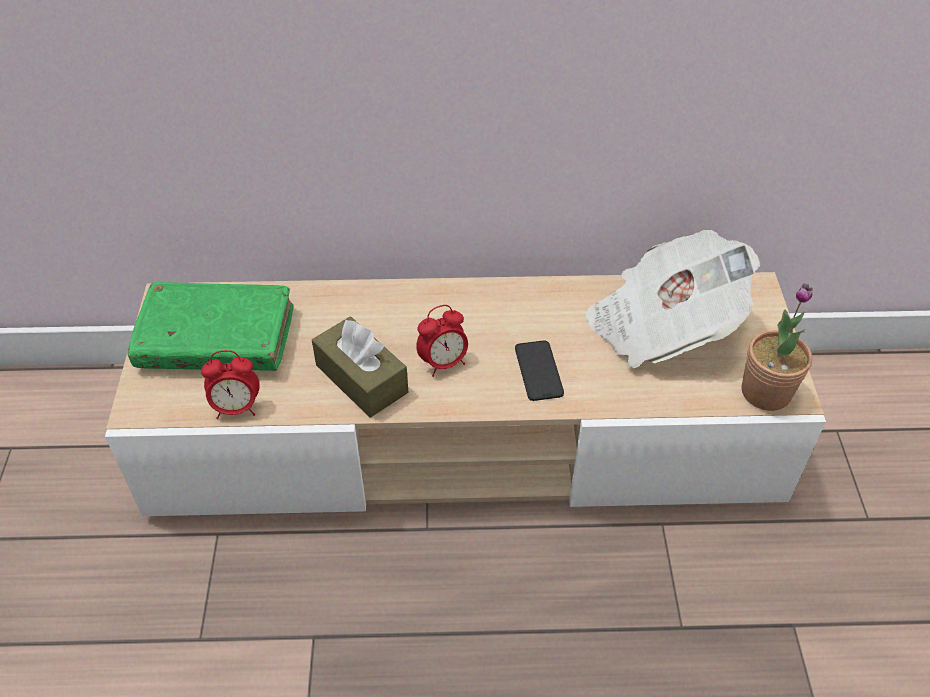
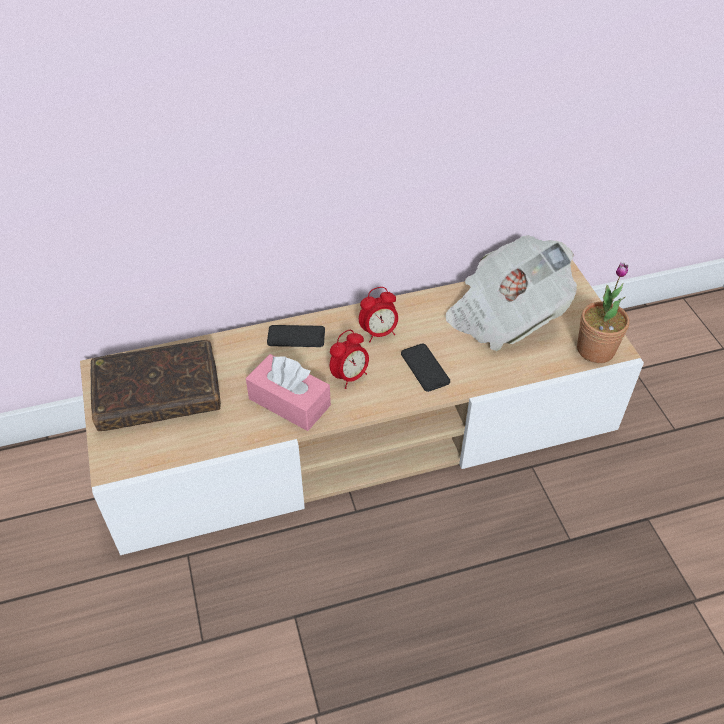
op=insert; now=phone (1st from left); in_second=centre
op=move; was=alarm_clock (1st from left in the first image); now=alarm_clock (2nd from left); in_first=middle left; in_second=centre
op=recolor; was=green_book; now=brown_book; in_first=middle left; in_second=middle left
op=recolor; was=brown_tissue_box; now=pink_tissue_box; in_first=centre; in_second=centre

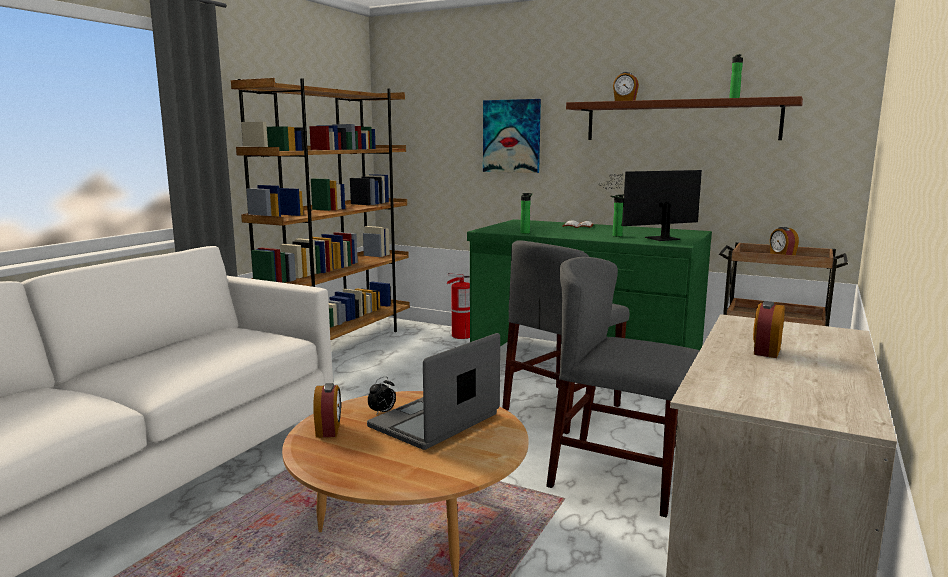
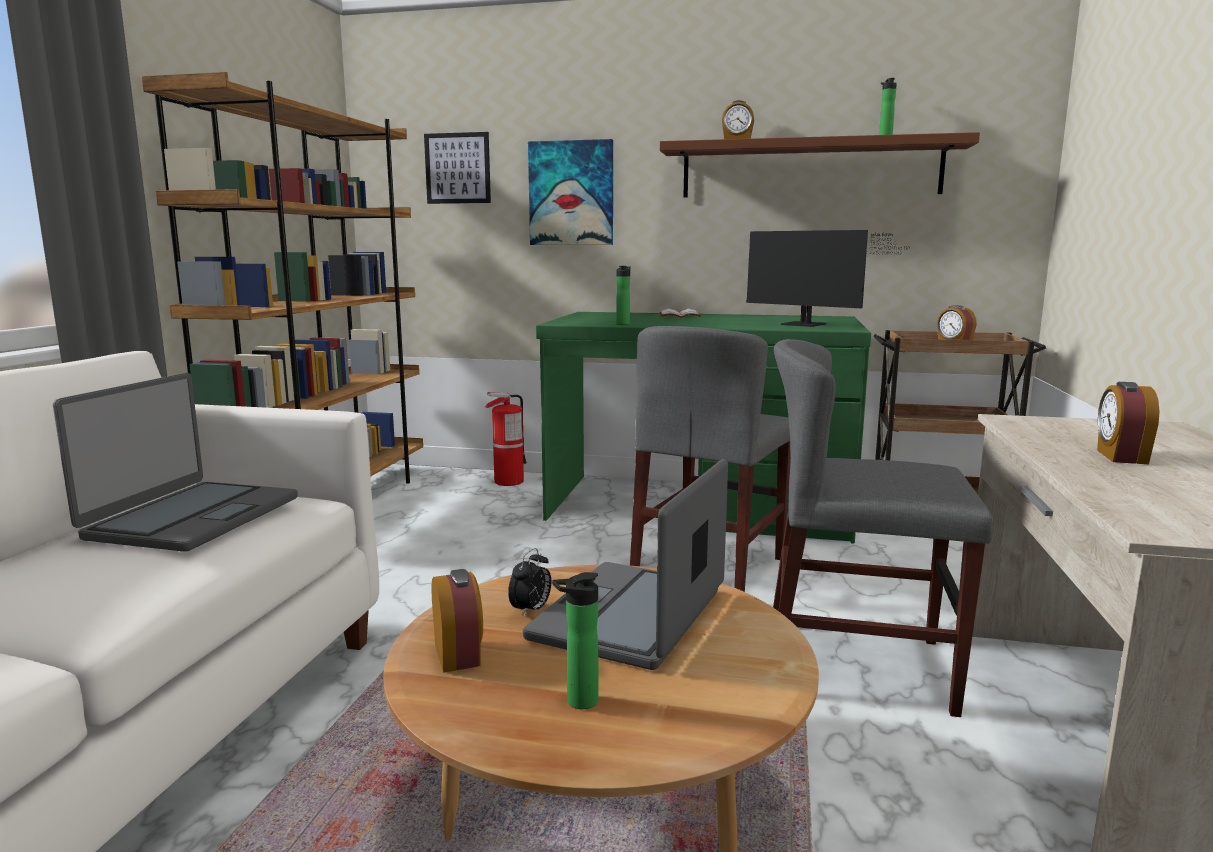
op=insert; now=laptop (1st from left); in_second=middle left
op=insert; now=picture (1st from left); in_second=top centre
op=move; was=bottle (2nd from left in the first image); now=bottle (1st from left); in_first=centre; in_second=bottom centre
op=rotate; was=monitor; in_first=middle right; in_second=top right; clockwise=-105

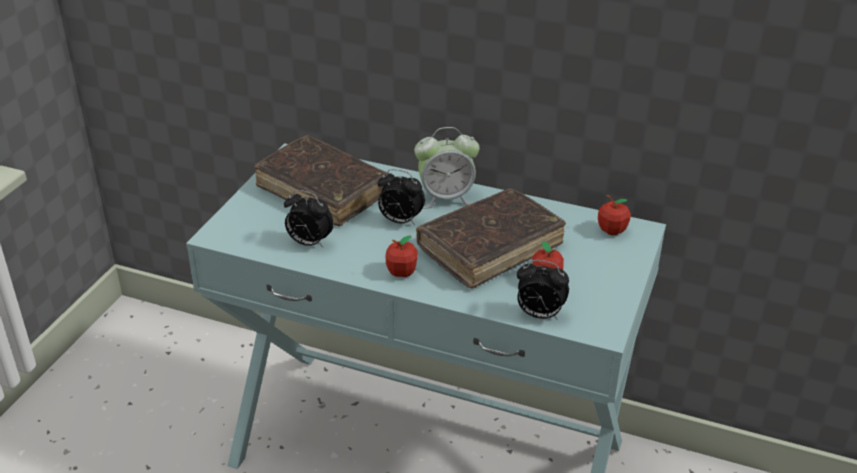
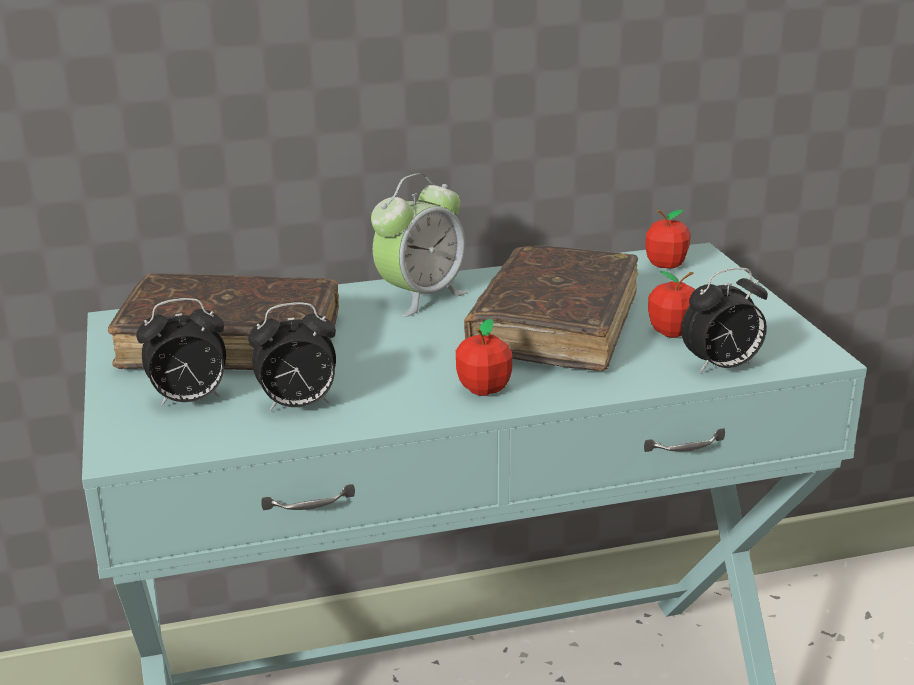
op=move; was=alarm_clock (2nd from left in the first image); now=alarm_clock (1st from left); in_first=centre; in_second=middle left

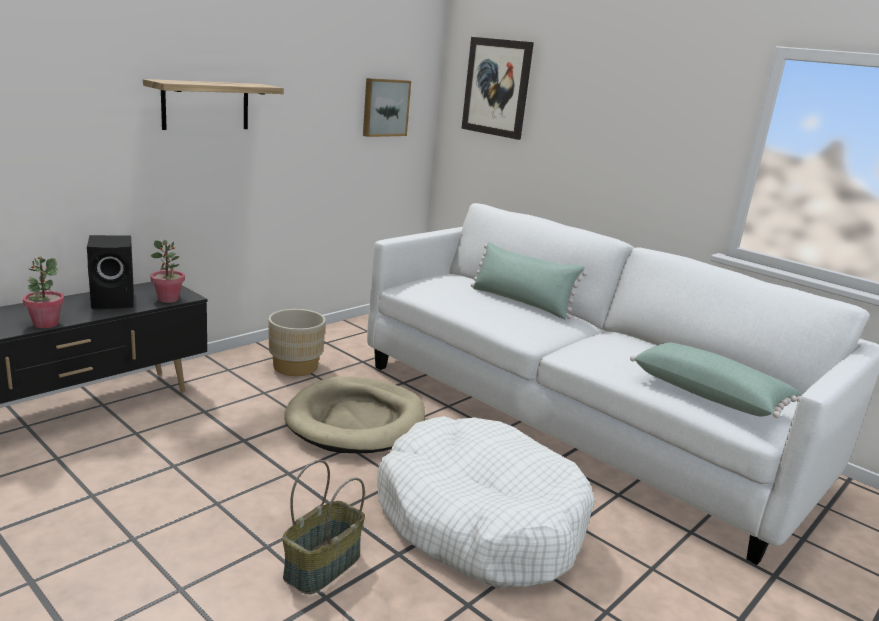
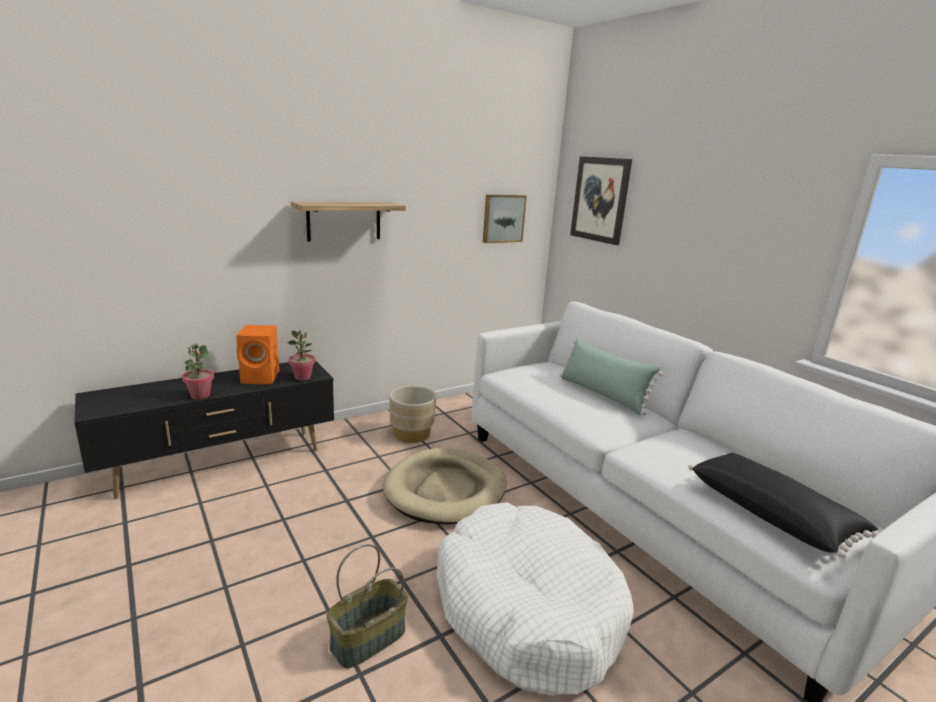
op=recolor; was=black_speaker; now=orange_speaker; in_first=middle left; in_second=middle left
op=recolor; was=green_pillow (2nd from left); now=black_pillow; in_first=middle right; in_second=bottom right

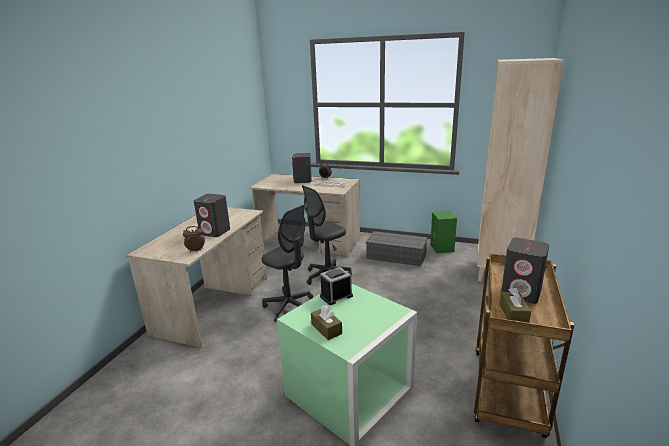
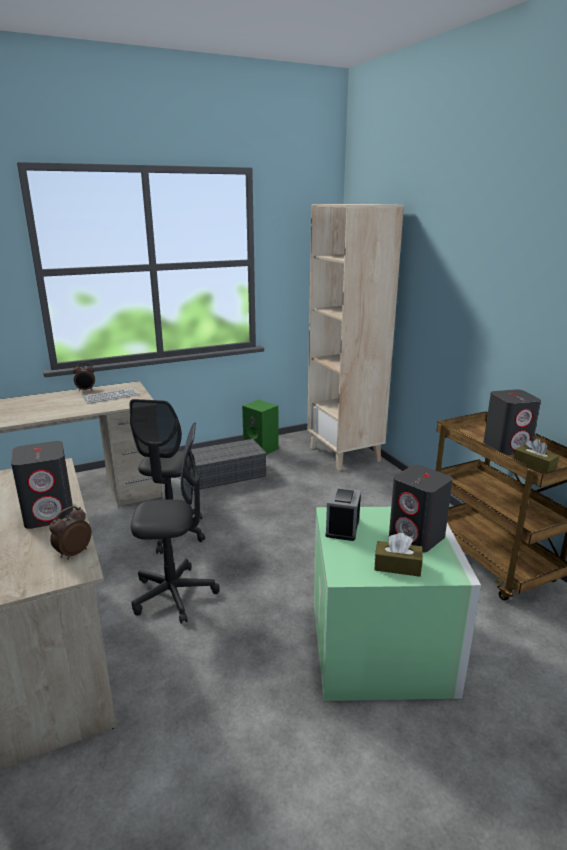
op=move; was=grey_speaker (2nd from left); in_first=centre; in_second=middle right

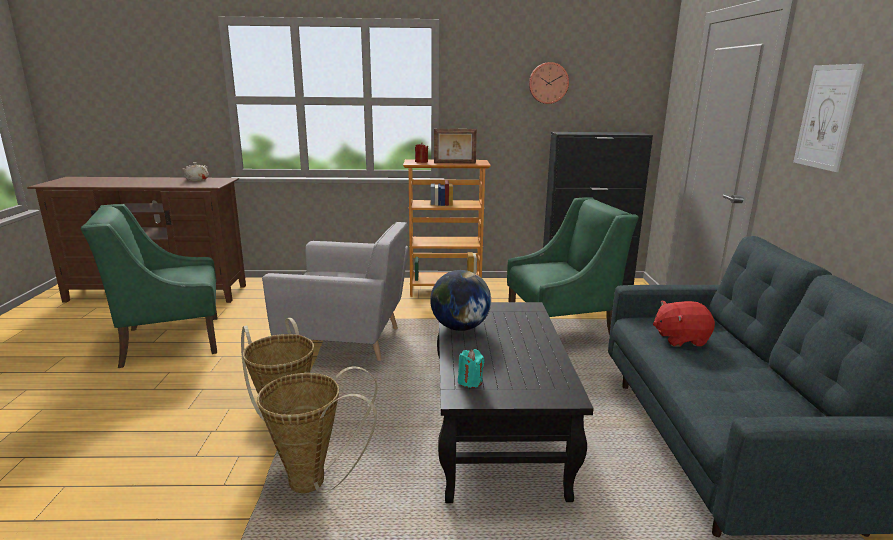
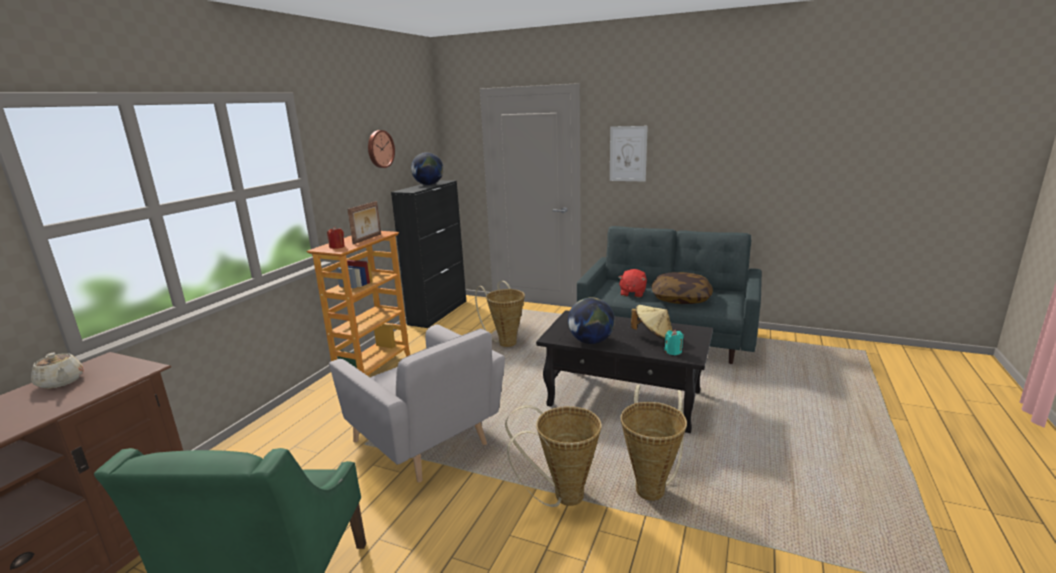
op=insert; now=globe (1st from left); in_second=top centre
op=insert; now=beige_hat; in_second=centre
op=insert; now=pillow; in_second=centre
op=replace; was=green_armchair (2nd from left); now=basket (1st from left); in_first=centre; in_second=centre
op=rotate; was=grey_armchair; in_first=centre; in_second=bottom centre; clockwise=105

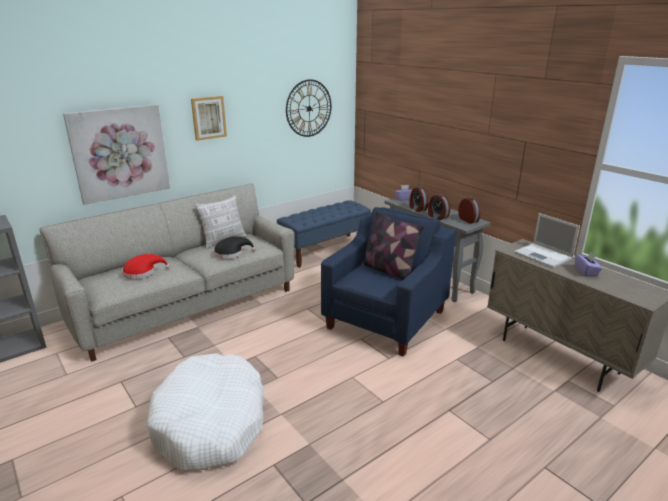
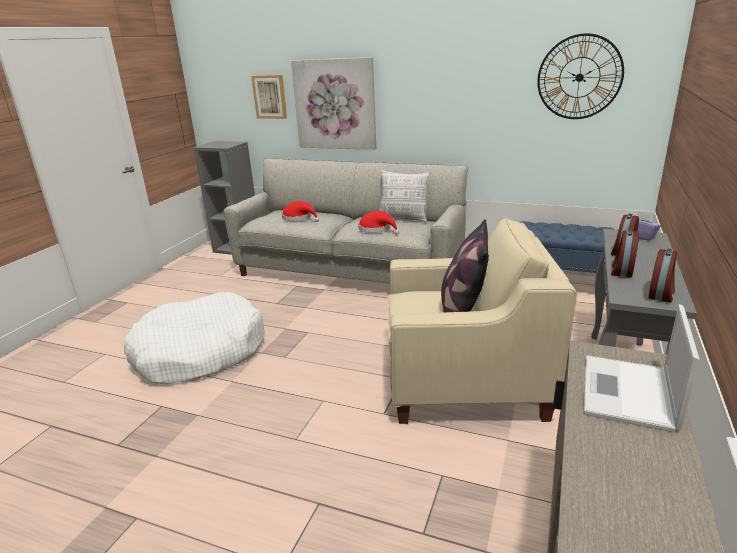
op=delete; was=purple_tissue_box (2nd from left); in_first=middle right
op=move; was=picture (2nd from left in the first image); now=picture (1st from left); in_first=top left; in_second=top centre
op=recolor; was=black_hat; now=red_hat (2nd from left); in_first=centre; in_second=centre
op=recolor; was=blue_armchair; now=beige_armchair; in_first=centre; in_second=centre

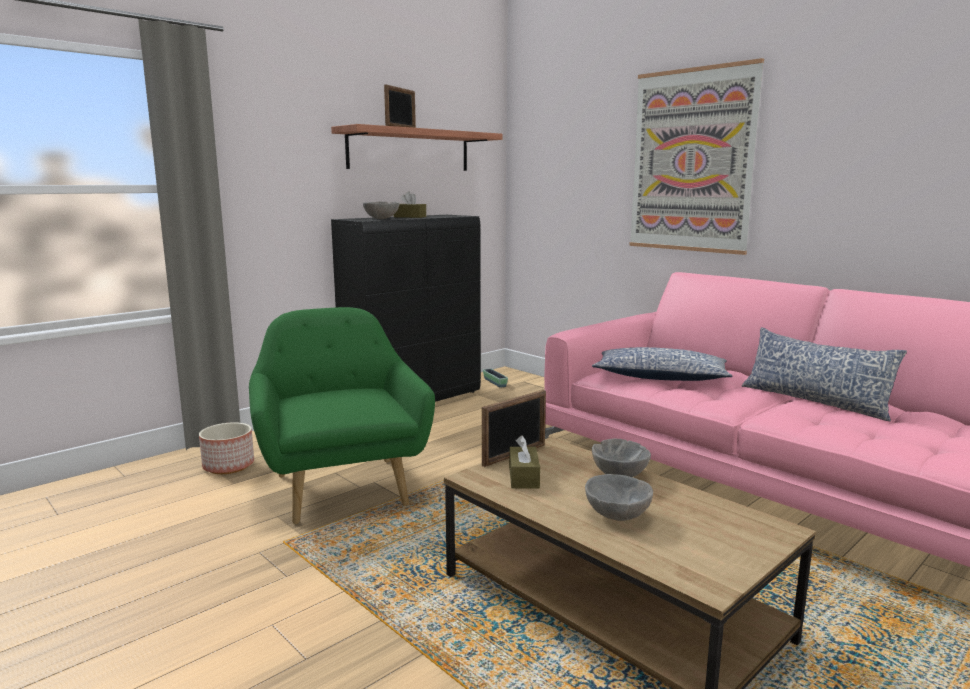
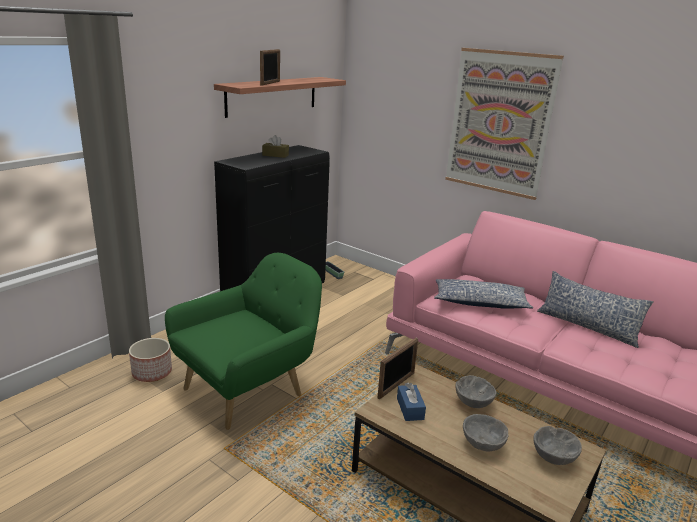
op=move; was=grey_bowl (1st from left in the first image); now=grey_bowl (3rd from left); in_first=top centre; in_second=bottom right
op=recolor; was=brown_tissue_box (2nd from left); now=blue_tissue_box; in_first=bottom centre; in_second=bottom centre
op=rotate; was=green_armchair; in_first=centre; in_second=centre; clockwise=75

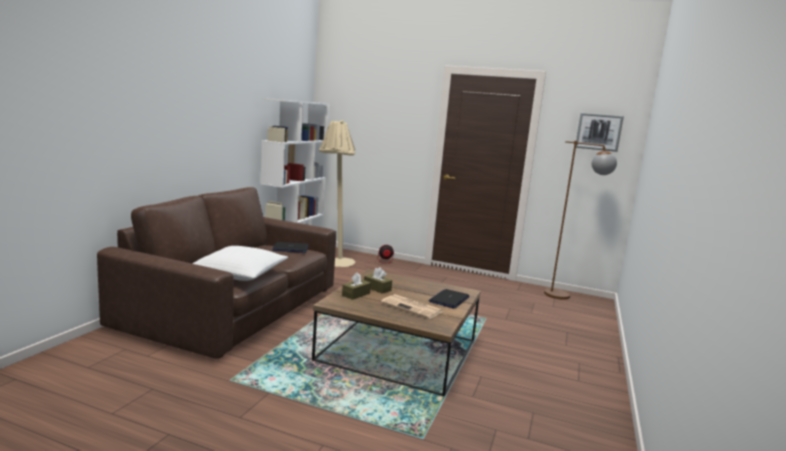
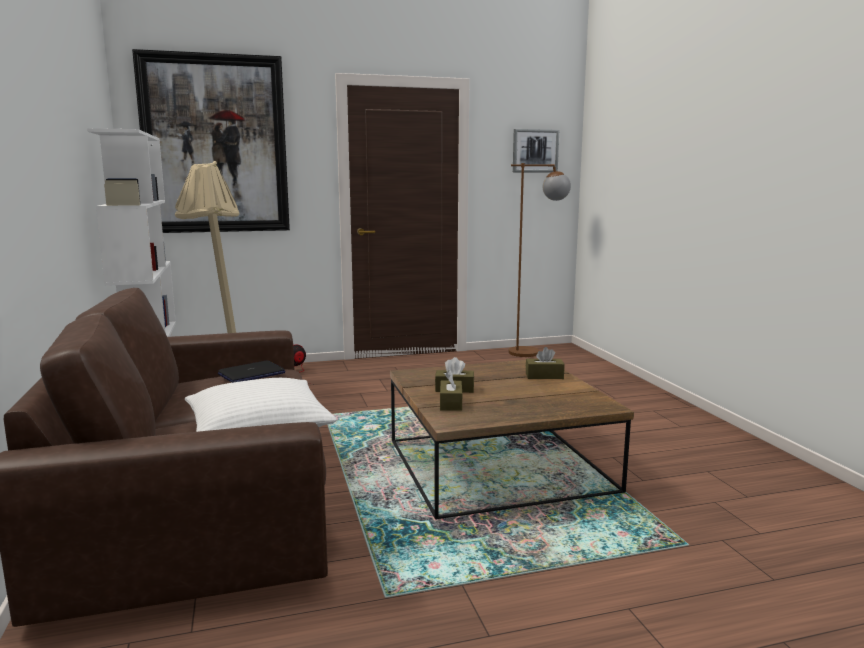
op=delete; was=newspaper; in_first=bottom centre
op=insert; now=picture (1st from left); in_second=top left
op=replace; was=laptop (2nd from left); now=brown_tissue_box (3rd from left); in_first=centre; in_second=centre

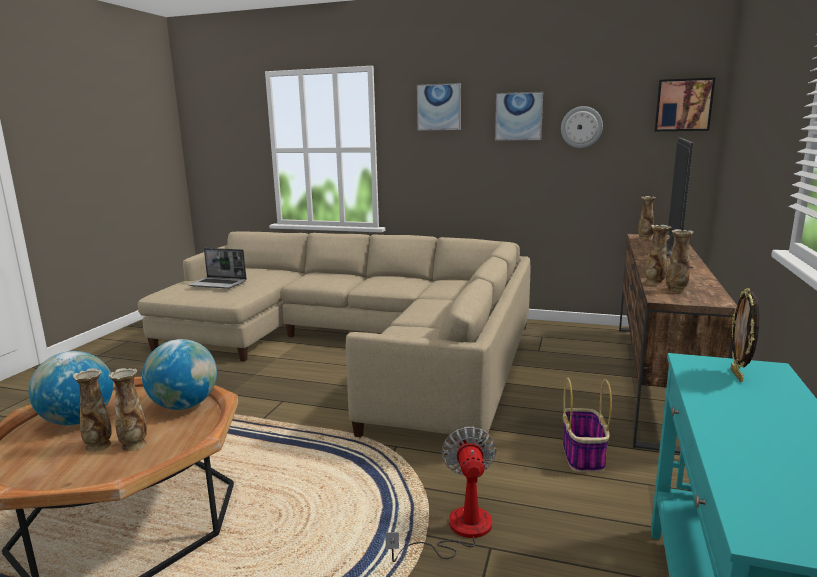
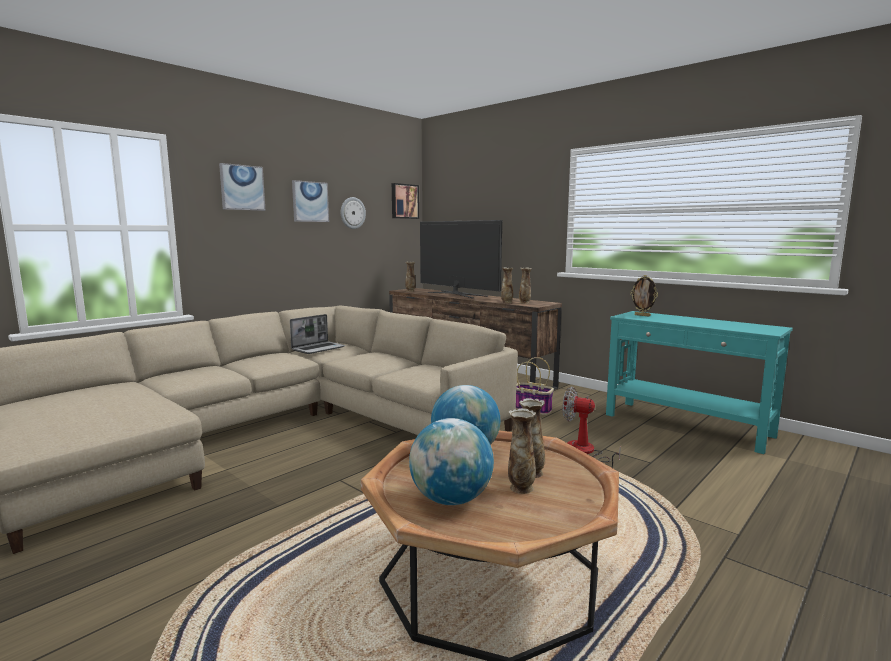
op=move; was=laptop; in_first=middle left; in_second=centre

